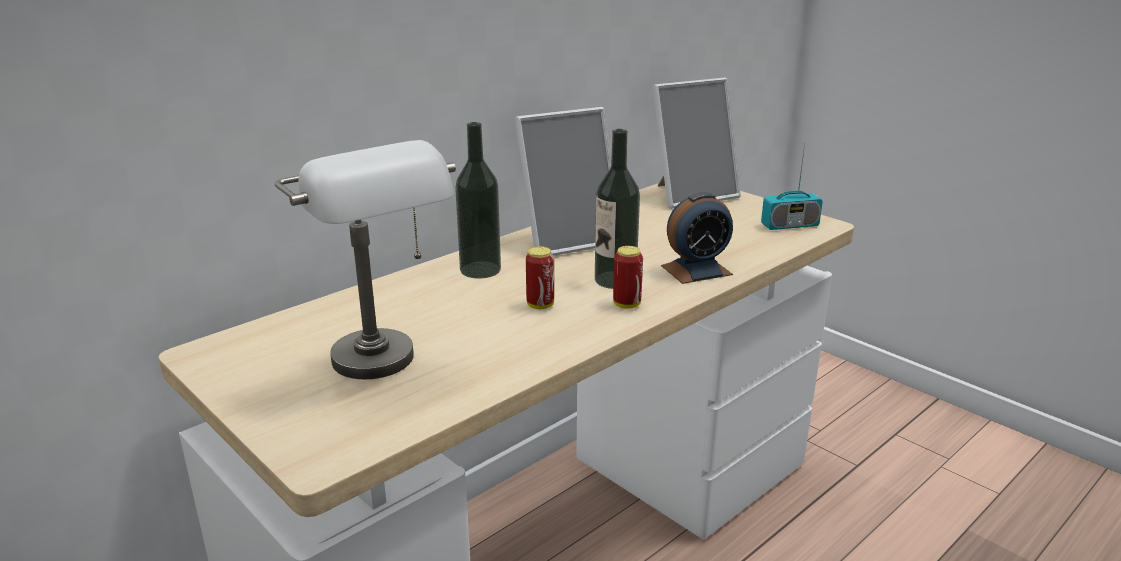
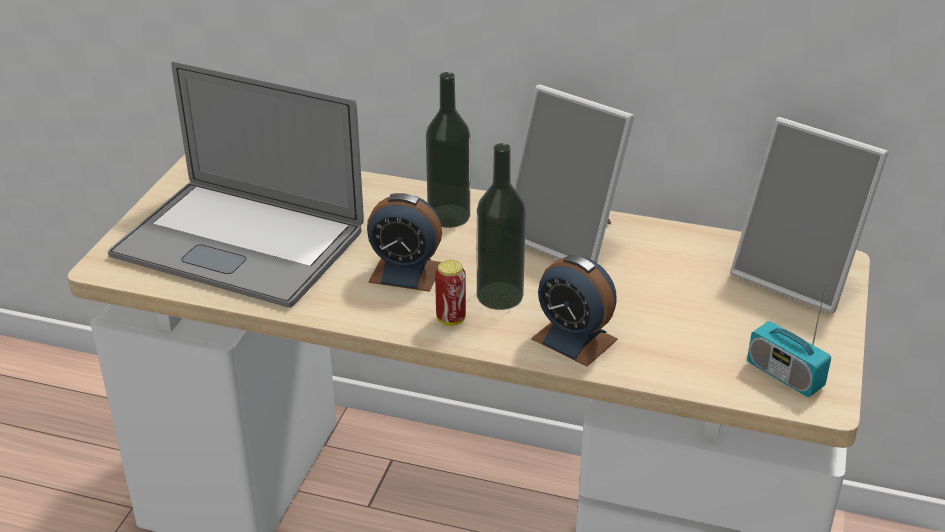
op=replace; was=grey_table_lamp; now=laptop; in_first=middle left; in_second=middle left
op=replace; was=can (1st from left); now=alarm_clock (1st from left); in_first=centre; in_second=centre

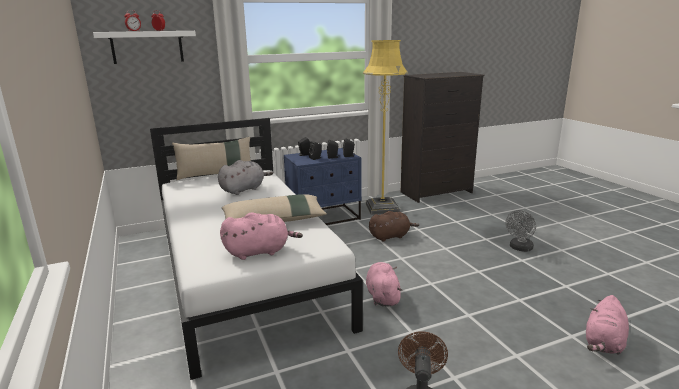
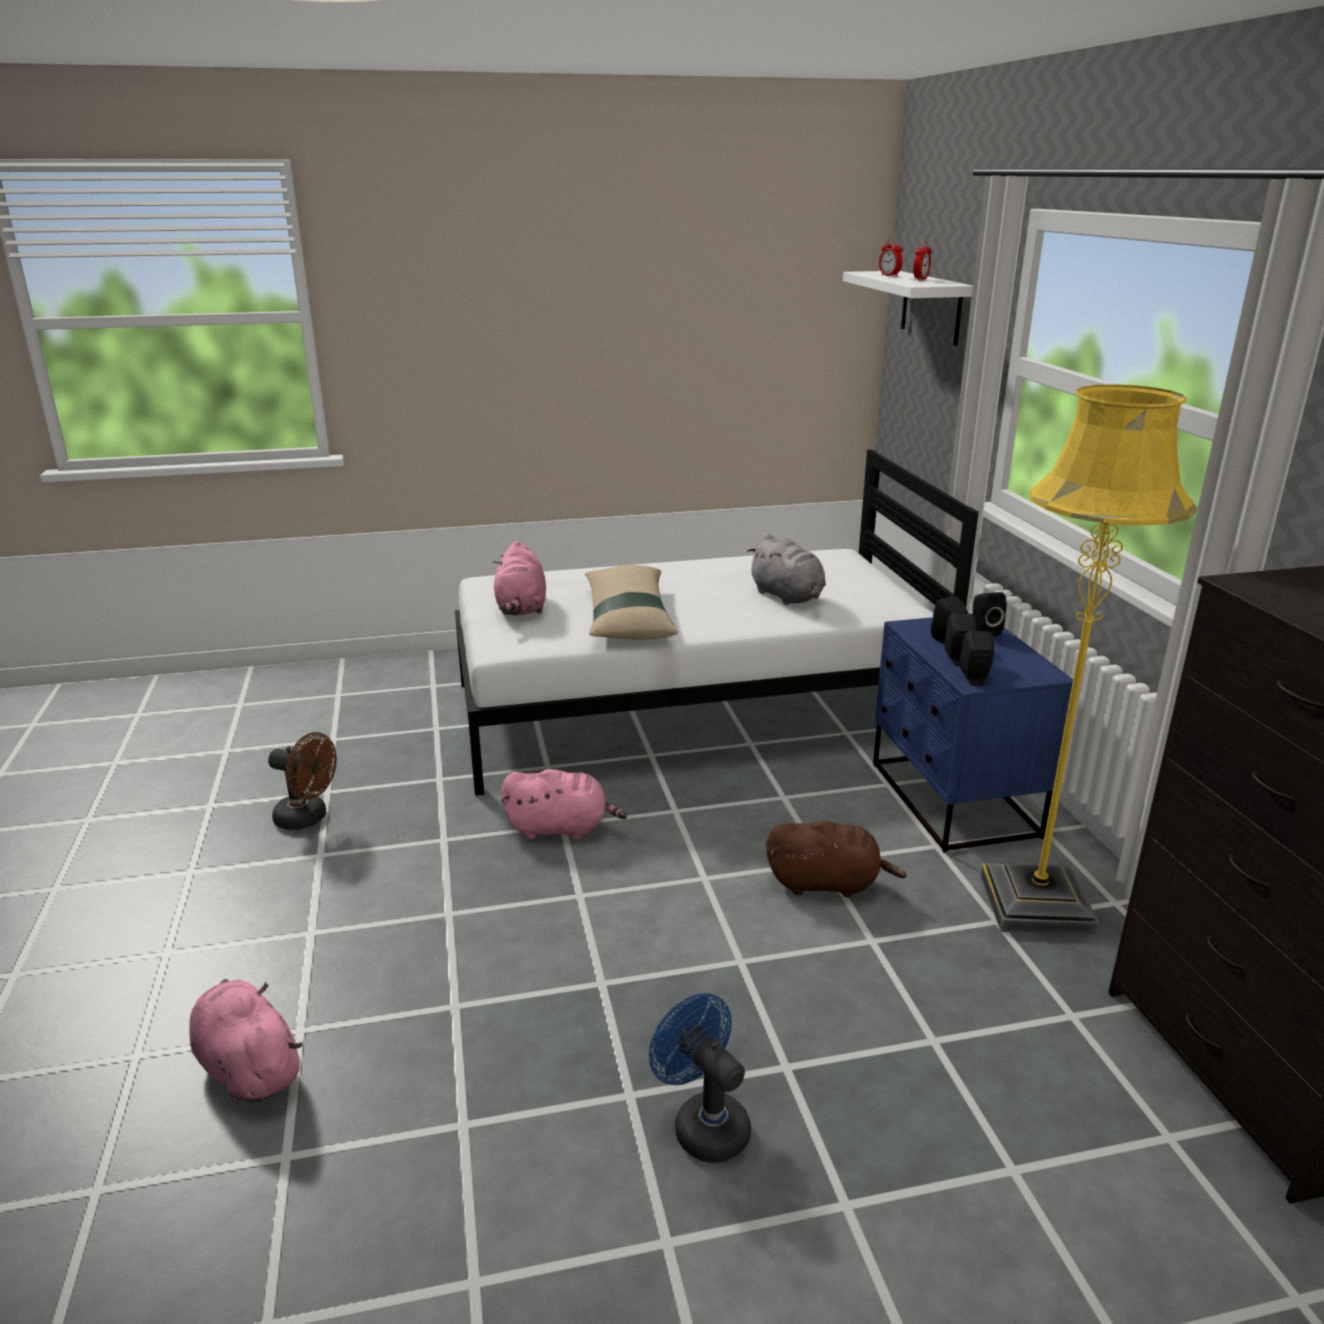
op=delete; was=beige_pillow (1st from left); in_first=middle left
op=recolor; was=grey_fan; now=blue_fan; in_first=middle right; in_second=bottom centre
op=rotate; was=brown_plush_toy; in_first=centre; in_second=centre; clockwise=-75

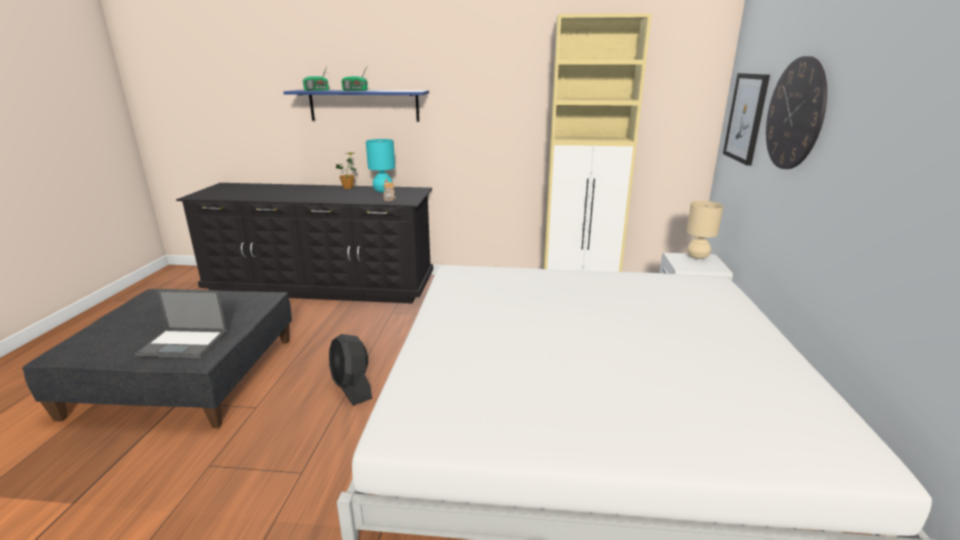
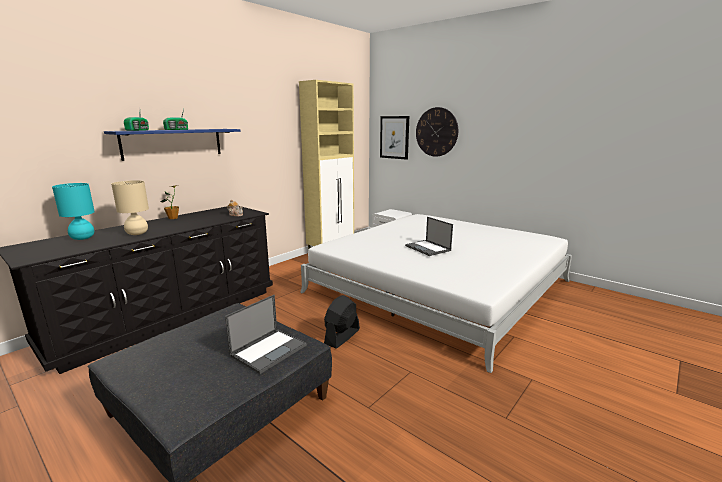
op=insert; now=laptop (2nd from left); in_second=centre
op=move; was=turquoise_table_lamp; in_first=top centre; in_second=middle left
op=move; was=beige_table_lamp; in_first=middle right; in_second=middle left
op=rotate; was=black_fan; in_first=bottom centre; in_second=centre; clockwise=120

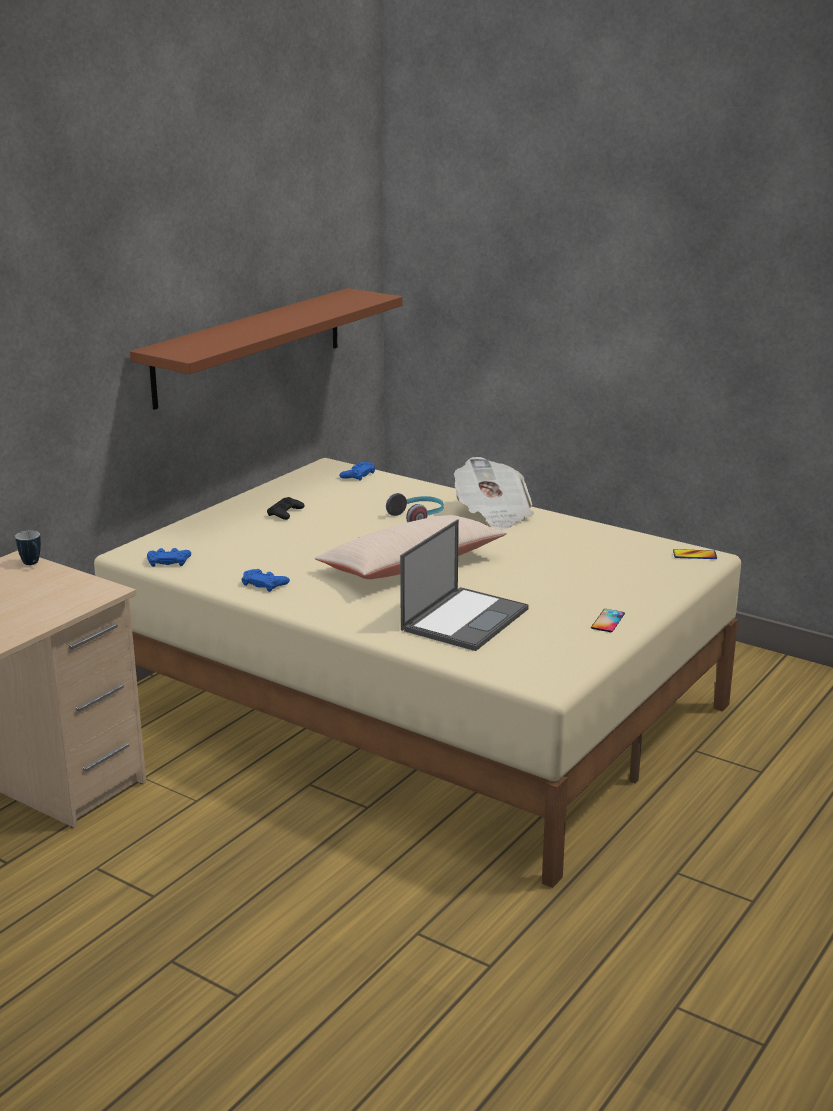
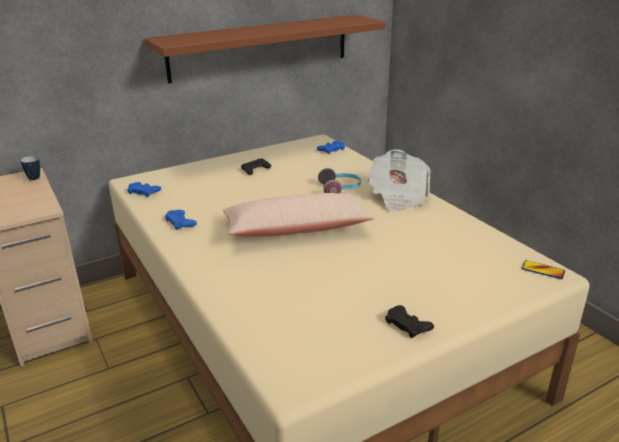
op=delete; was=laptop; in_first=centre
op=replace; was=phone (1st from left); now=black_game_controller (2nd from left); in_first=middle right; in_second=bottom centre

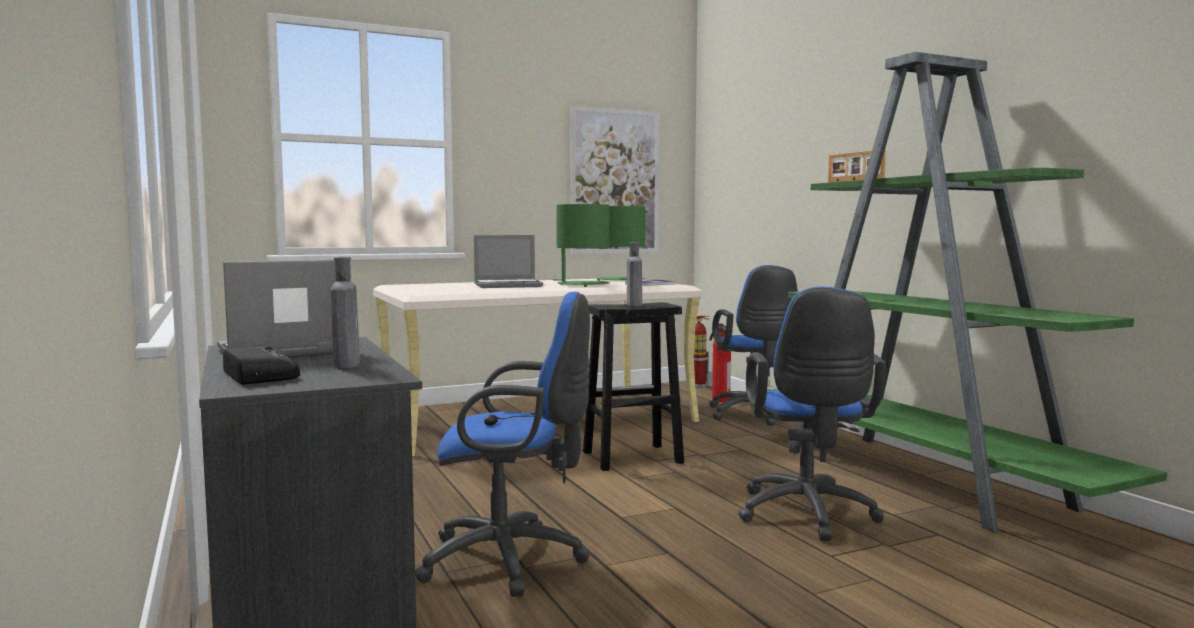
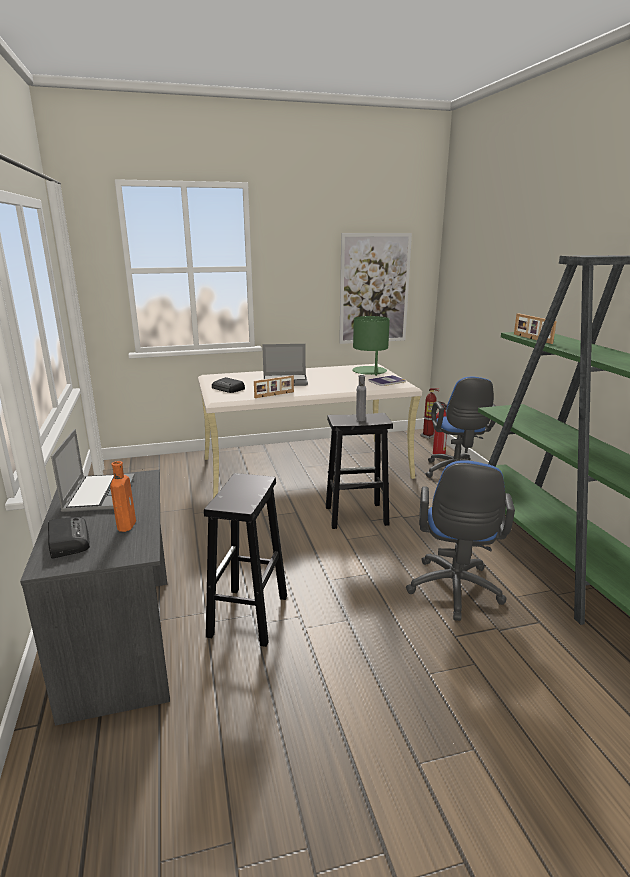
op=delete; was=green_table_lamp (1st from left); in_first=centre
op=insert; now=radio (2nd from left); in_second=centre
op=insert; now=picture_frame (1st from left); in_second=centre
op=replace; was=blue_office_chair (1st from left); now=black_stool (1st from left); in_first=bottom centre; in_second=centre
op=recolor; was=grey_bottle (1st from left); now=orange_bottle; in_first=middle left; in_second=middle left
op=rotate; was=laptop (1st from left); in_first=middle left; in_second=middle left; clockwise=105

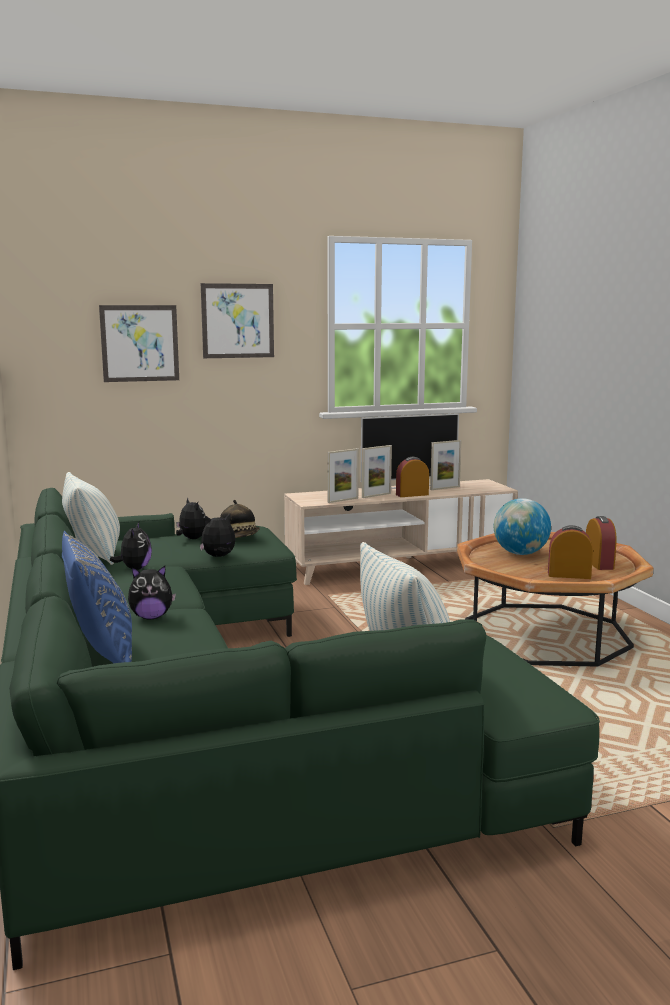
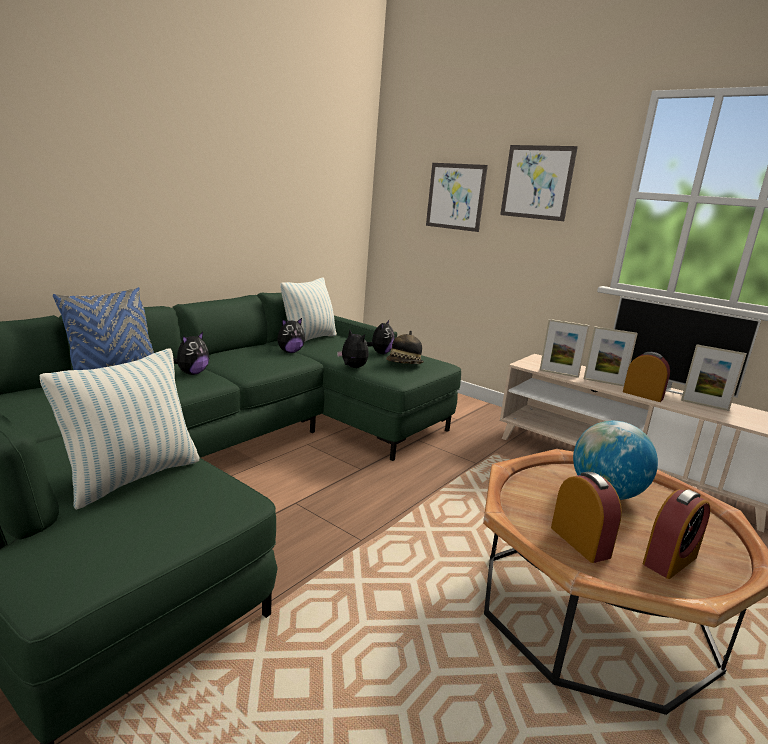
op=rotate; was=plush_toy (2nd from left in the first image); in_first=middle left; in_second=middle left; clockwise=-105

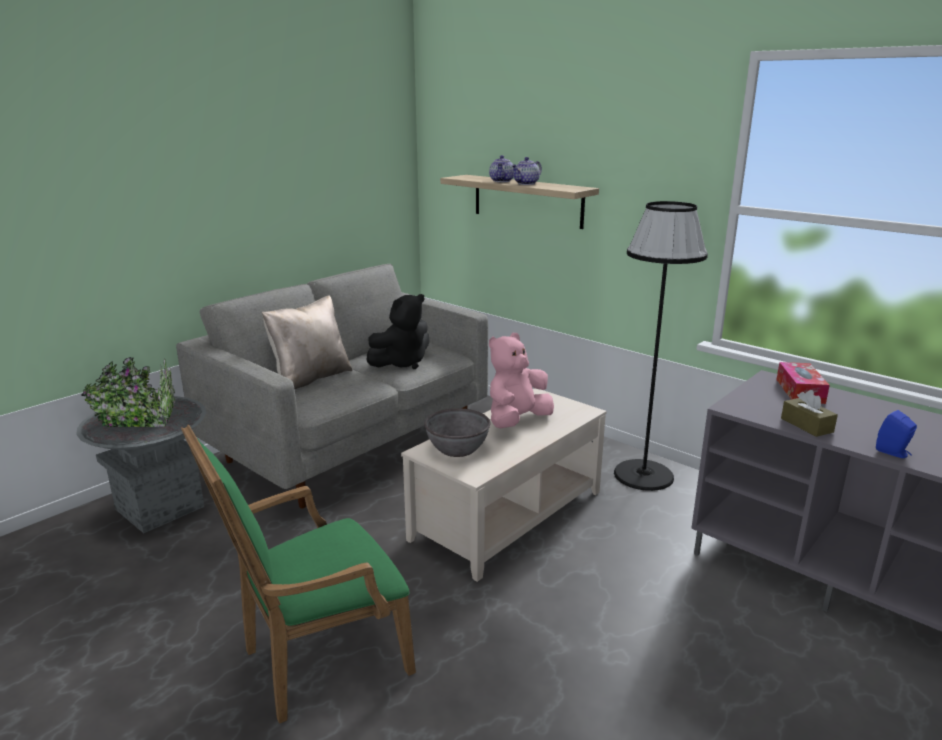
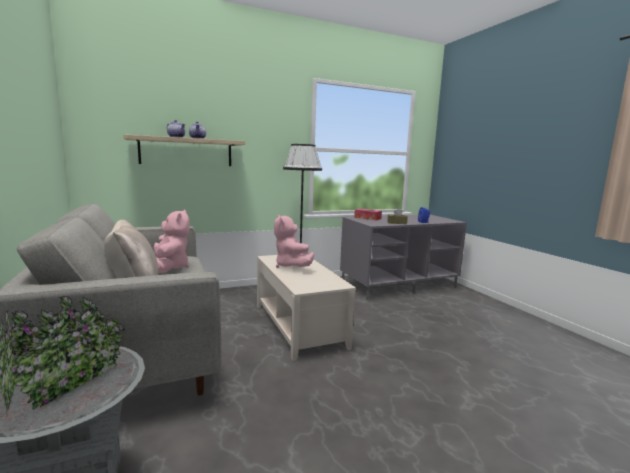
op=delete; was=green_armchair; in_first=bottom left
op=delete; was=grey_bowl; in_first=centre
op=recolor; was=black_plush_toy; now=pink_plush_toy (1st from left); in_first=centre; in_second=middle left

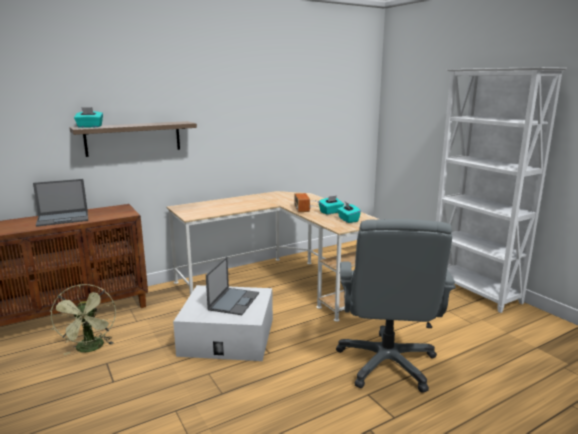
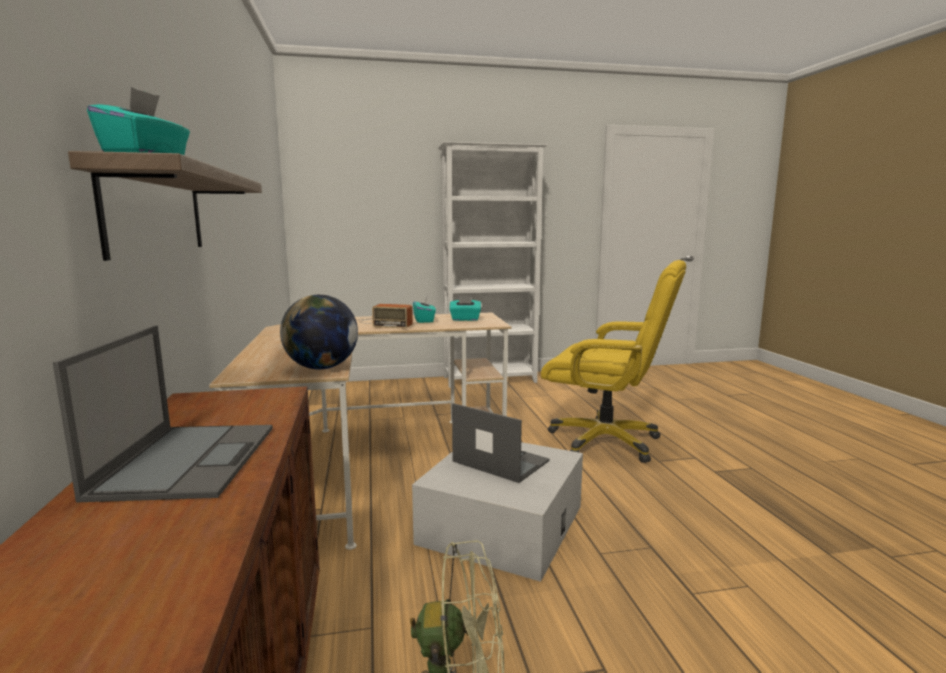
op=insert; now=globe; in_second=centre
op=recolor; was=grey_office_chair; now=yellow_office_chair; in_first=bottom right; in_second=centre

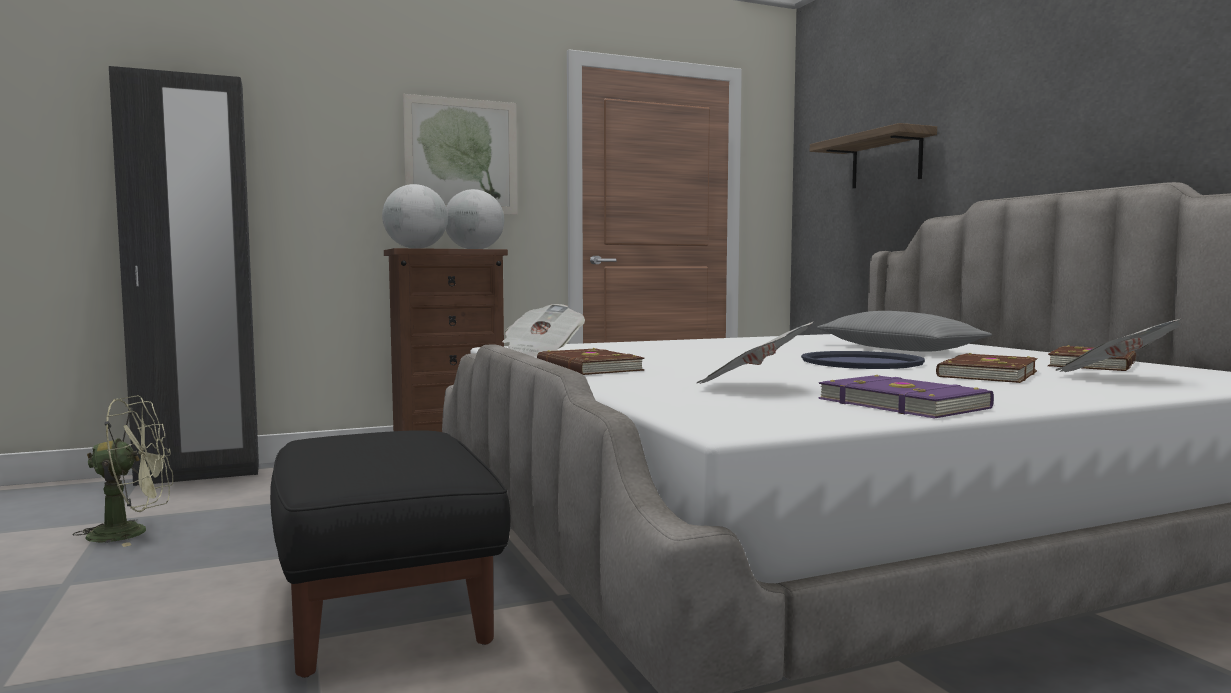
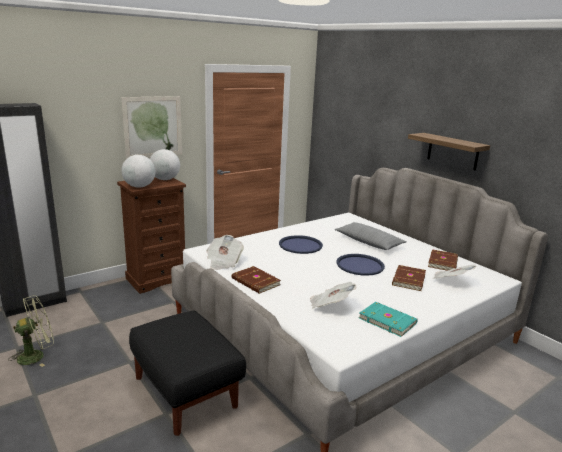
op=insert; now=blue_tray (1st from left); in_second=centre
op=move; was=shelf; in_first=top right; in_second=middle right
op=recolor; was=purple_book; now=turquoise_book; in_first=middle right; in_second=bottom right

